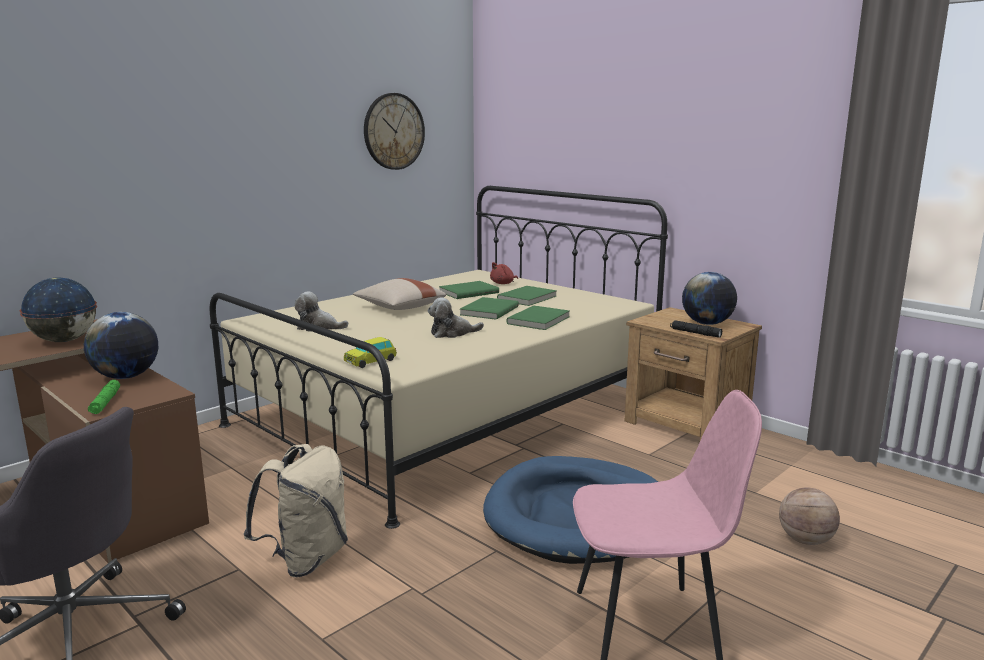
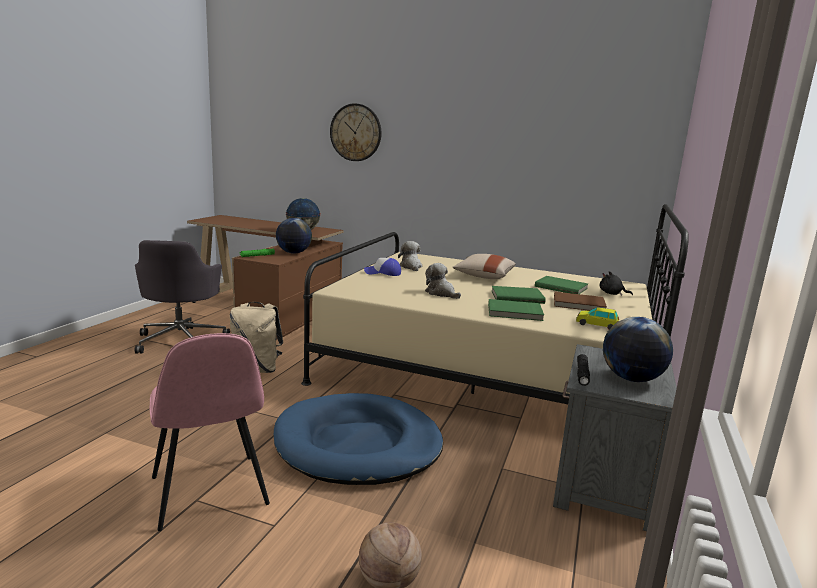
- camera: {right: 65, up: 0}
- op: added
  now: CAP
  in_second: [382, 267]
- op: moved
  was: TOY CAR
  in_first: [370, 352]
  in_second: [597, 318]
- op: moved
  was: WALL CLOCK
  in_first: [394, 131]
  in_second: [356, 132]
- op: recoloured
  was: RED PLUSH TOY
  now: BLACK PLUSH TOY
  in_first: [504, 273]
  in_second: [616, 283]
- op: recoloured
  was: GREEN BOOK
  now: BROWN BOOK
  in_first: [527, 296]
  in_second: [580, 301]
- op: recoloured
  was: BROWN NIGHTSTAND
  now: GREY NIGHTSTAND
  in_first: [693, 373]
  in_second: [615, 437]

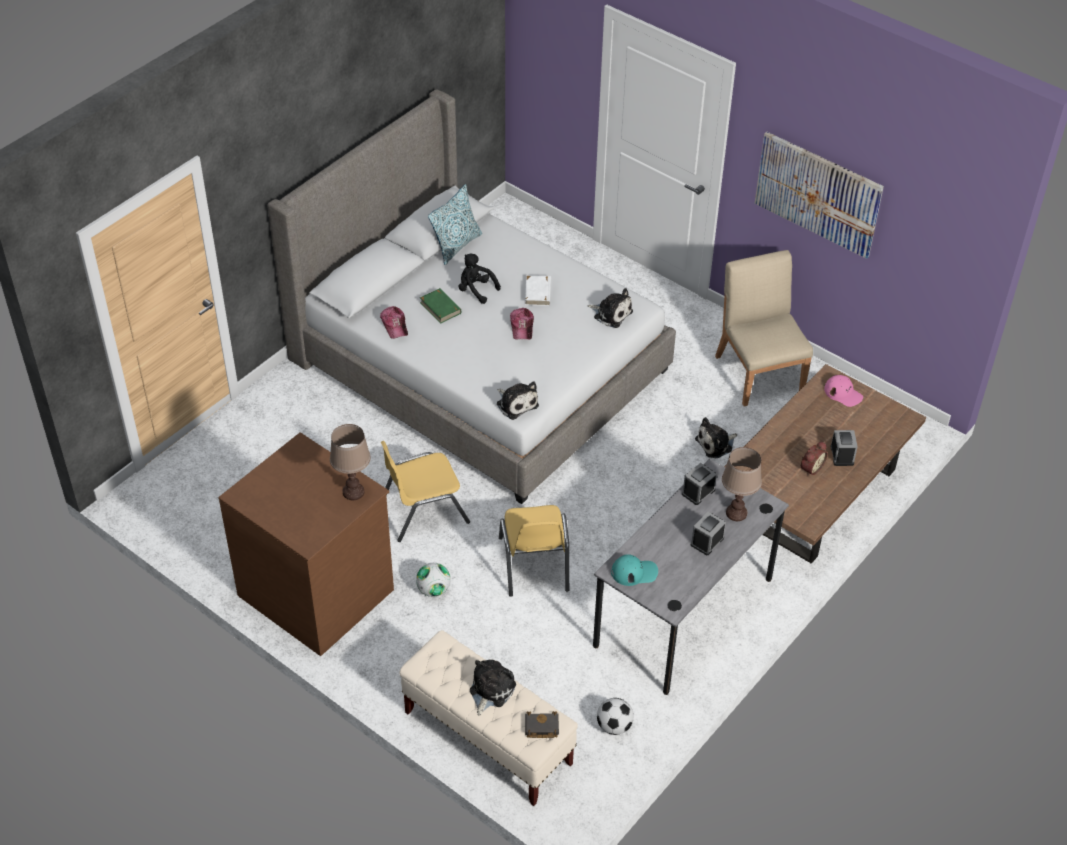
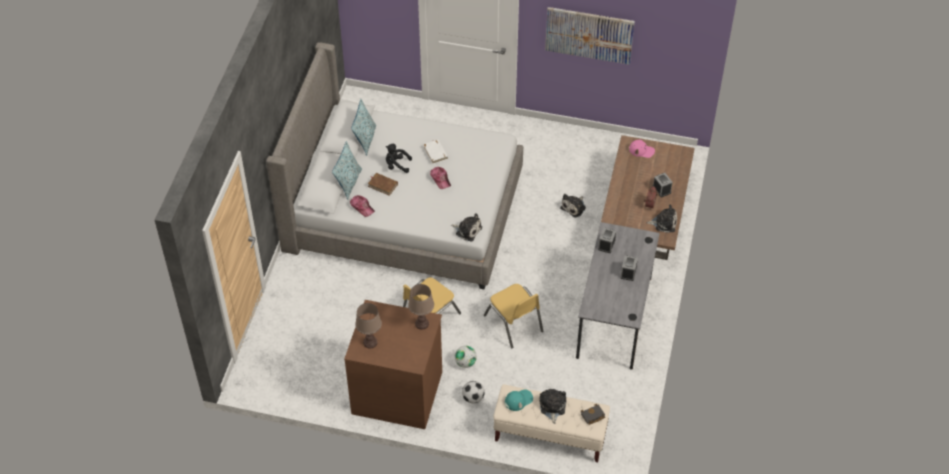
- camera: {right: -25, up: 5}
- op: removed
  was: BEIGE CHAIR
  in_first: [764, 328]
- op: added
  now: PILLOW
  in_second: [347, 170]
- op: moved
  was: PLUSH TOY
  in_first: [610, 308]
  in_second: [662, 218]
- op: moved
  was: FOOTBALL
  in_first: [615, 716]
  in_second: [473, 392]
- op: moved
  was: TURQUOISE CAP
  in_first: [634, 570]
  in_second: [519, 400]
- op: moved
  was: BROWN TABLE LAMP
  in_first: [742, 484]
  in_second: [368, 325]
- op: recoloured
  was: GREEN BOOK
  now: BROWN BOOK
  in_first: [440, 306]
  in_second: [383, 184]

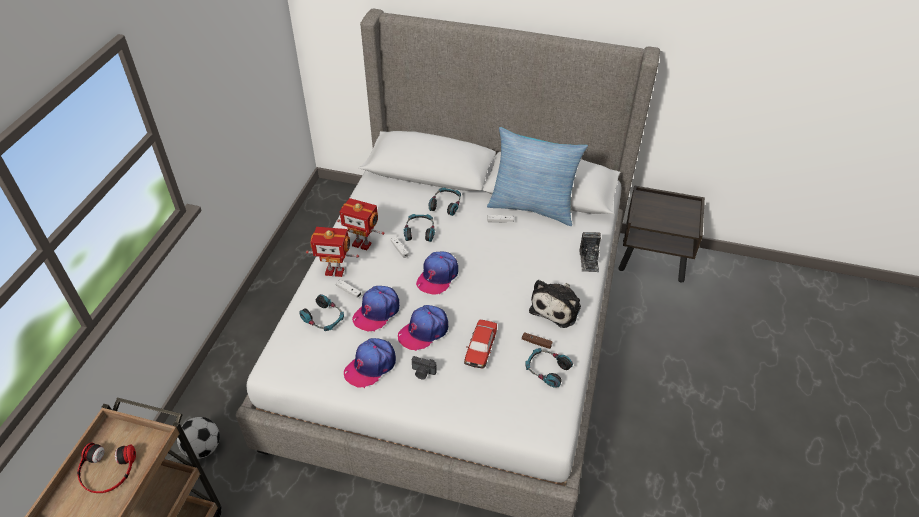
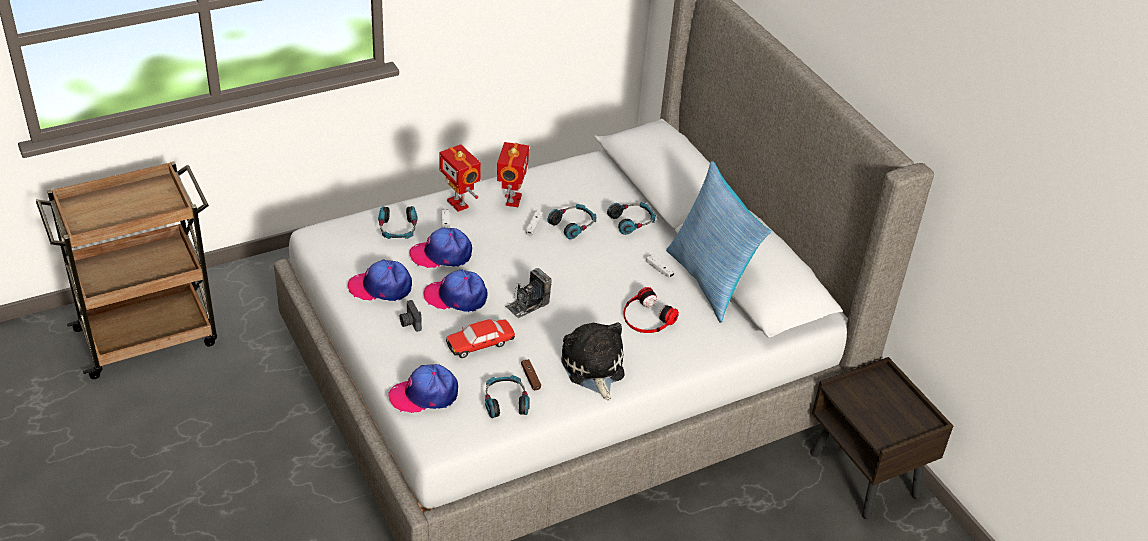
- camera: {right: 45, up: -5}
- op: removed
  was: FOOTBALL
  in_first: [198, 438]
- op: moved
  was: HEADPHONES
  in_first: [106, 467]
  in_second: [651, 310]
- op: moved
  was: CAP
  in_first: [437, 273]
  in_second: [423, 388]
- op: moved
  was: PHOTO CAMERA
  in_first: [590, 252]
  in_second: [528, 293]
- op: turned
  was: TOY ROBOT
  in_first: [361, 224]
  in_second: [513, 174]
  clockwise: -150
- op: turned
  was: PLUSH TOY
  in_first: [555, 304]
  in_second: [593, 361]
  clockwise: 90

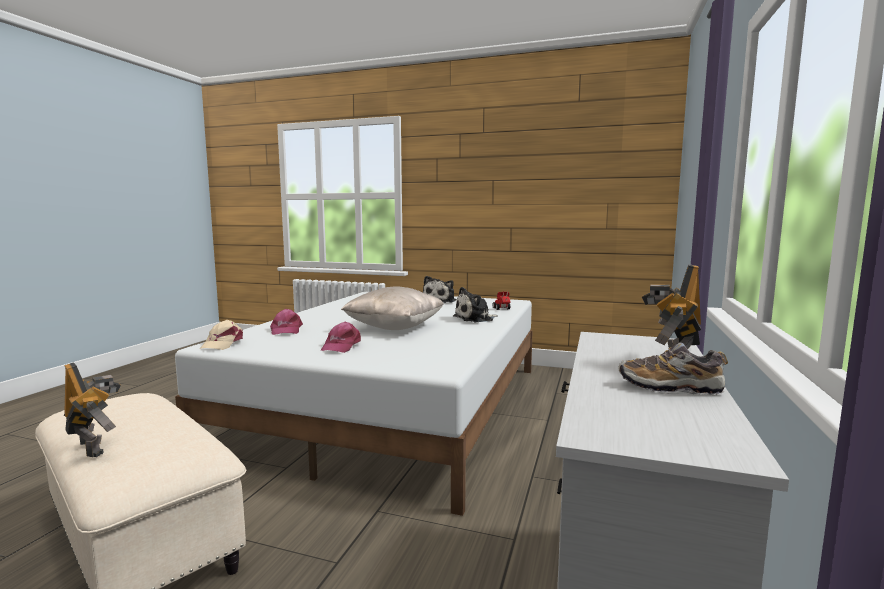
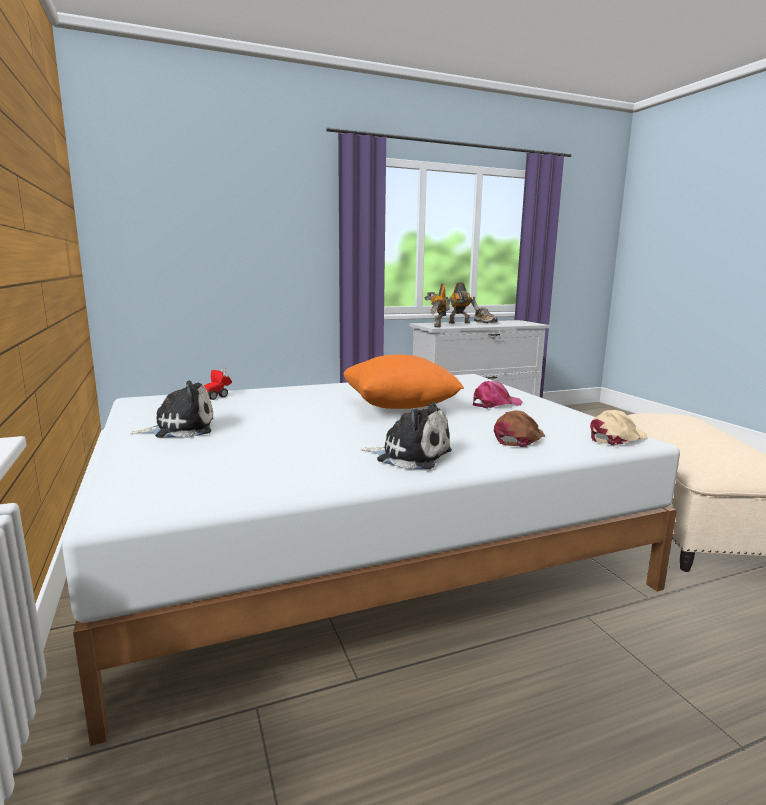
- camera: {right: -130, up: 5}
- op: moved
  was: TOY ROBOT
  in_first: [92, 409]
  in_second: [435, 305]
- op: moved
  was: PLUSH TOY
  in_first: [475, 304]
  in_second: [406, 435]
- op: recoloured
  was: PINK CAP
  now: BROWN CAP
  in_first: [286, 322]
  in_second: [519, 428]
- op: recoloured
  was: BEIGE PILLOW
  now: ORANGE PILLOW
  in_first: [392, 308]
  in_second: [404, 381]

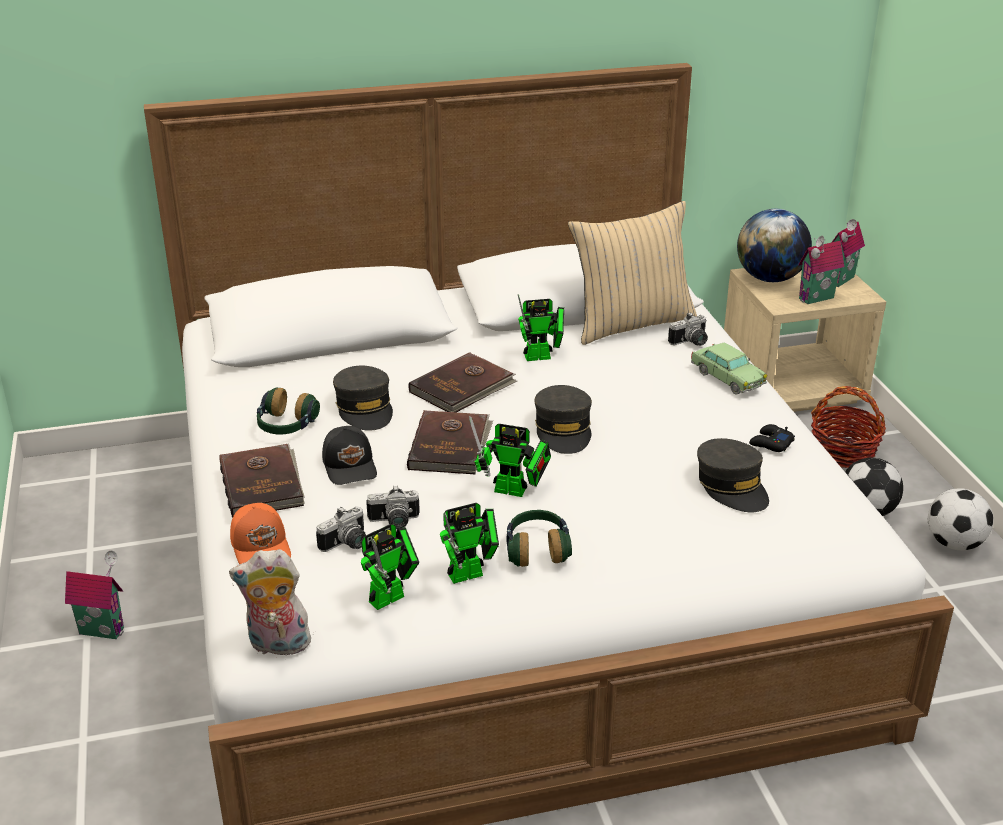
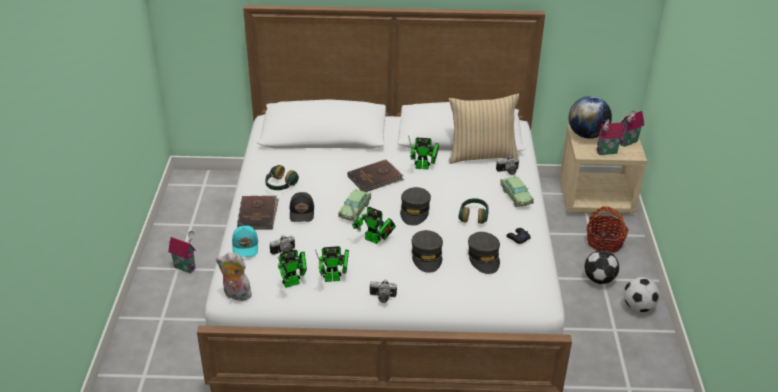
- camera: {right: 15, up: 5}
- op: moved
  was: GREY CAP
  in_first: [363, 398]
  in_second: [427, 251]
- op: moved
  was: PHOTO CAMERA
  in_first: [393, 507]
  in_second: [383, 291]
- op: moved
  was: HEADPHONES
  in_first: [539, 538]
  in_second: [473, 211]
- op: replaced
  was: BROWN BOOK
  now: TOY CAR
  in_first: [450, 442]
  in_second: [354, 205]
- op: recoloured
  was: ORANGE CAP
  now: TURQUOISE CAP
  in_first: [260, 533]
  in_second: [245, 241]

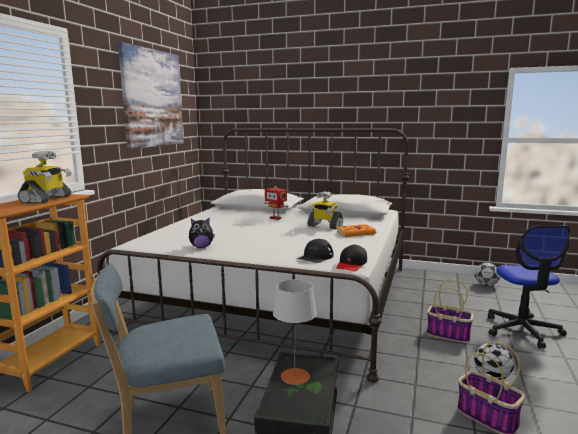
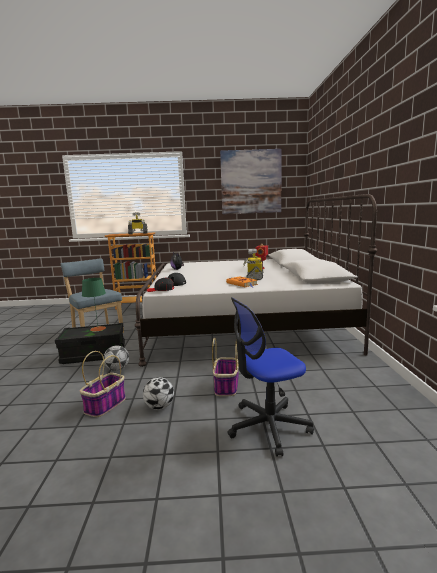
- camera: {right: 70, up: 0}
- op: moved
  was: FOOTBALL
  in_first: [487, 274]
  in_second: [116, 358]
- op: recoloured
  was: GREY TABLE LAMP
  now: GREEN TABLE LAMP
  in_first: [295, 332]
  in_second: [94, 305]

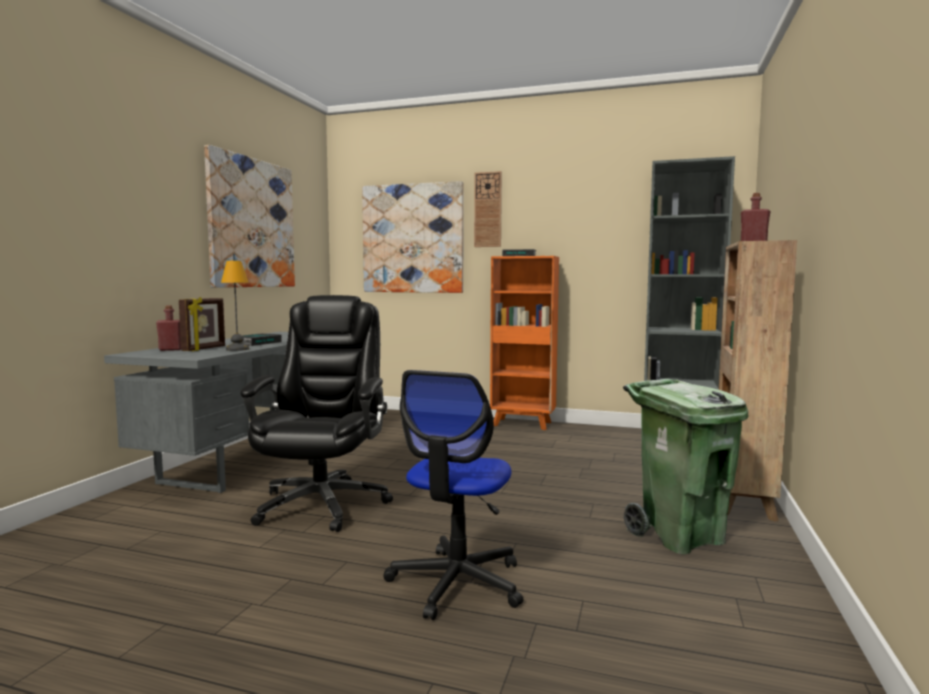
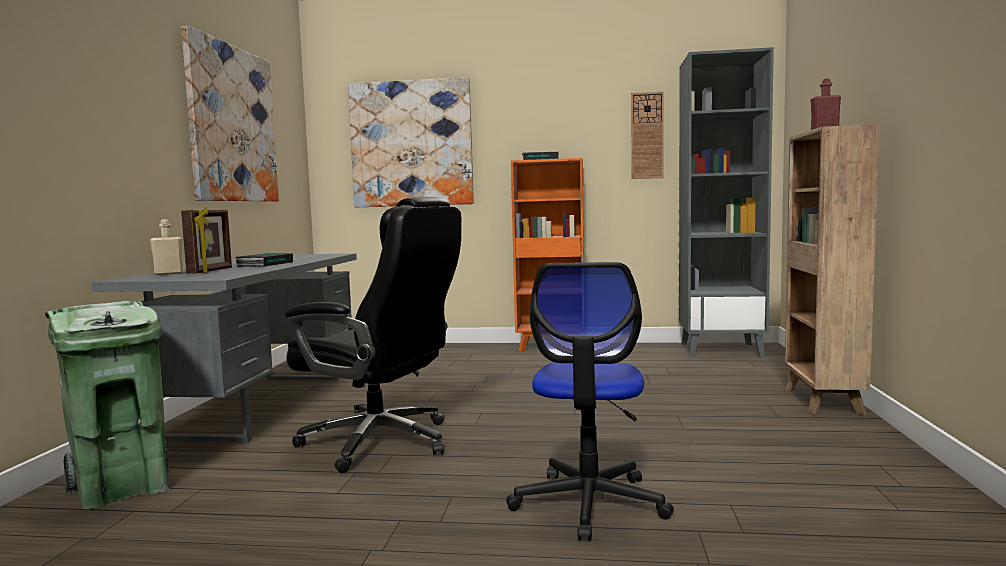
- camera: {right: -10, up: 0}
- op: removed
  was: TABLE LAMP
  in_first: [235, 306]
- op: moved
  was: WALL CLOCK
  in_first: [488, 209]
  in_second: [647, 135]
- op: moved
  was: GREEN TRASH CAN
  in_first: [685, 466]
  in_second: [107, 405]
- op: recoloured
  was: RED BOTTLE
  now: BEIGE BOTTLE
  in_first: [168, 328]
  in_second: [166, 247]
- op: turned
  was: BLACK OFFICE CHAIR
  in_first: [316, 413]
  in_second: [373, 335]
  clockwise: 120

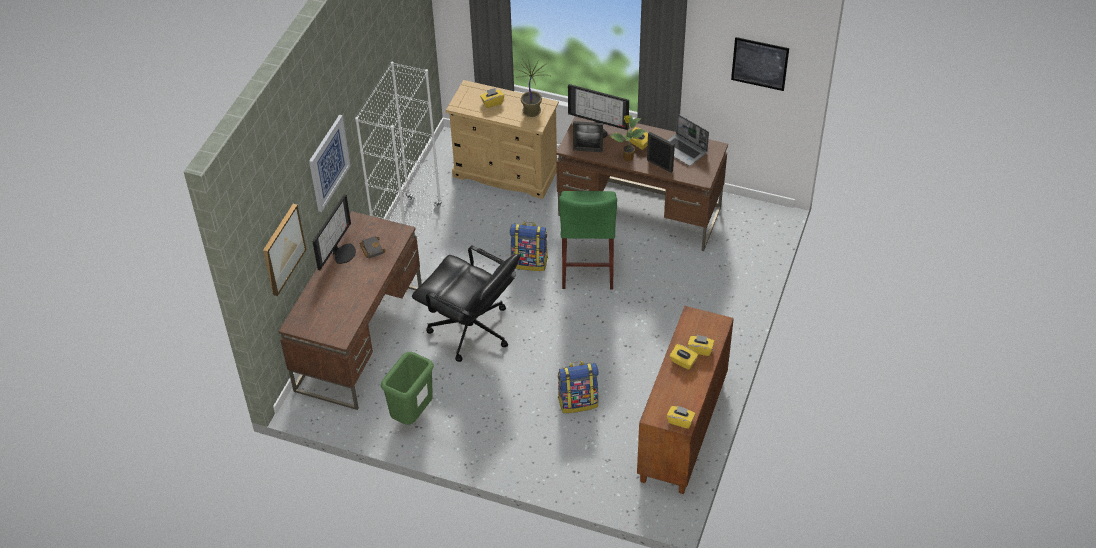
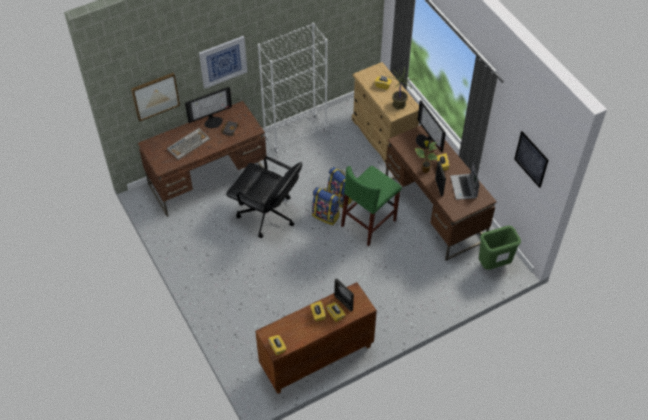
- camera: {right: 40, up: 5}
- op: added
  now: KEYBOARD
  in_second: [188, 144]
- op: moved
  was: GREEN TRASH CAN
  in_first: [407, 388]
  in_second: [500, 248]
- op: moved
  was: BACKPACK
  in_first: [578, 387]
  in_second: [326, 206]
- op: moved
  was: PICTURE FRAME
  in_first: [588, 136]
  in_second: [344, 295]
- op: turned
  was: BLACK OFFICE CHAIR
  in_first: [466, 303]
  in_second: [264, 197]
  clockwise: -45

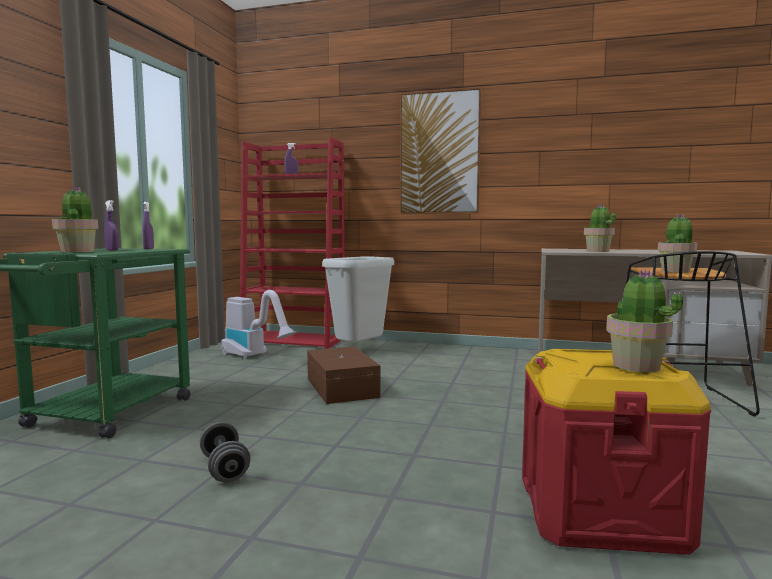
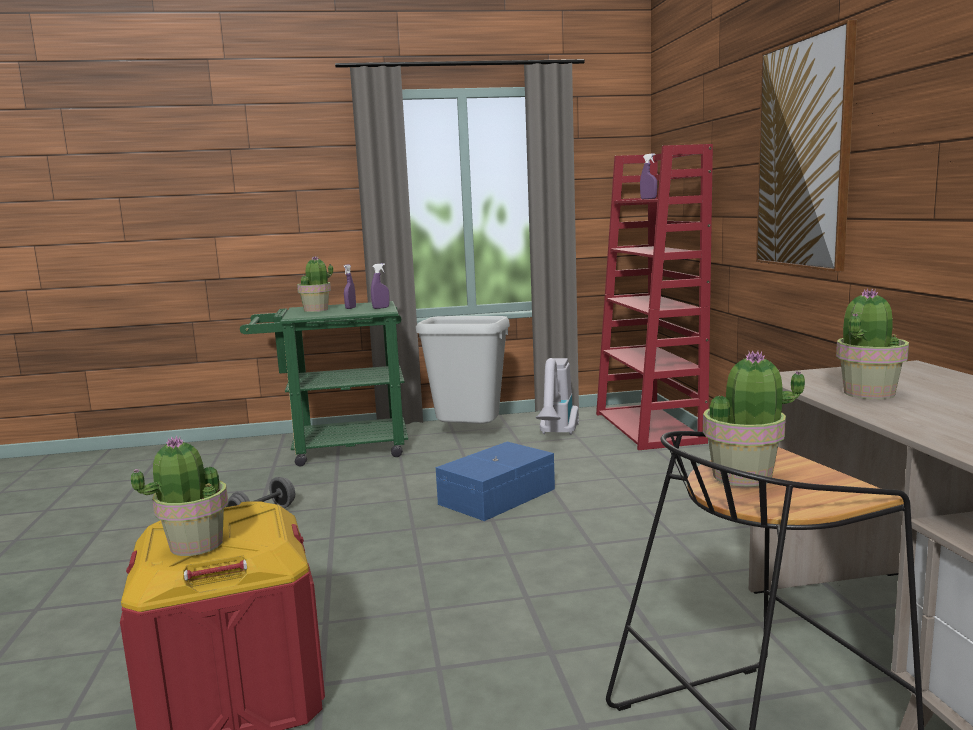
- camera: {right: 65, up: 5}
- op: moved
  was: GREY TRASH CAN
  in_first: [358, 299]
  in_second: [463, 370]
- op: recoloured
  was: BROWN STORAGE BOX
  now: BLUE STORAGE BOX
  in_first: [343, 375]
  in_second: [495, 481]

